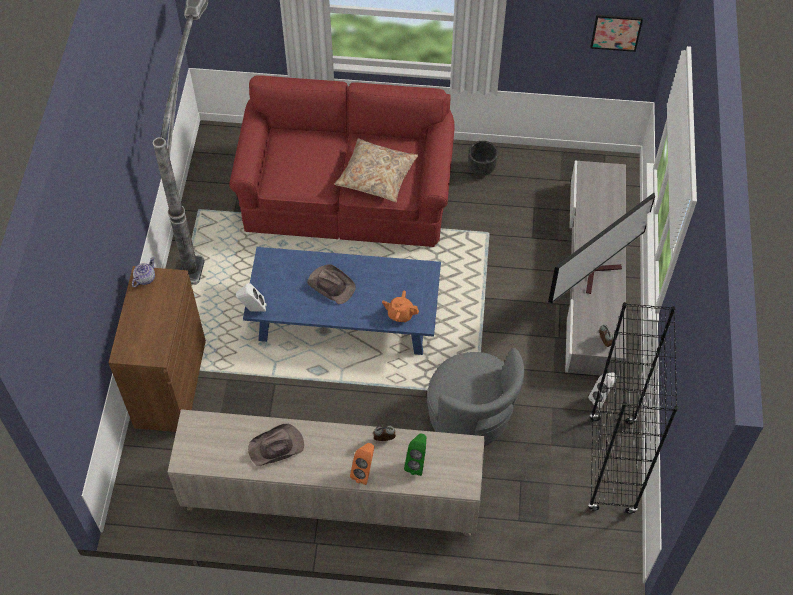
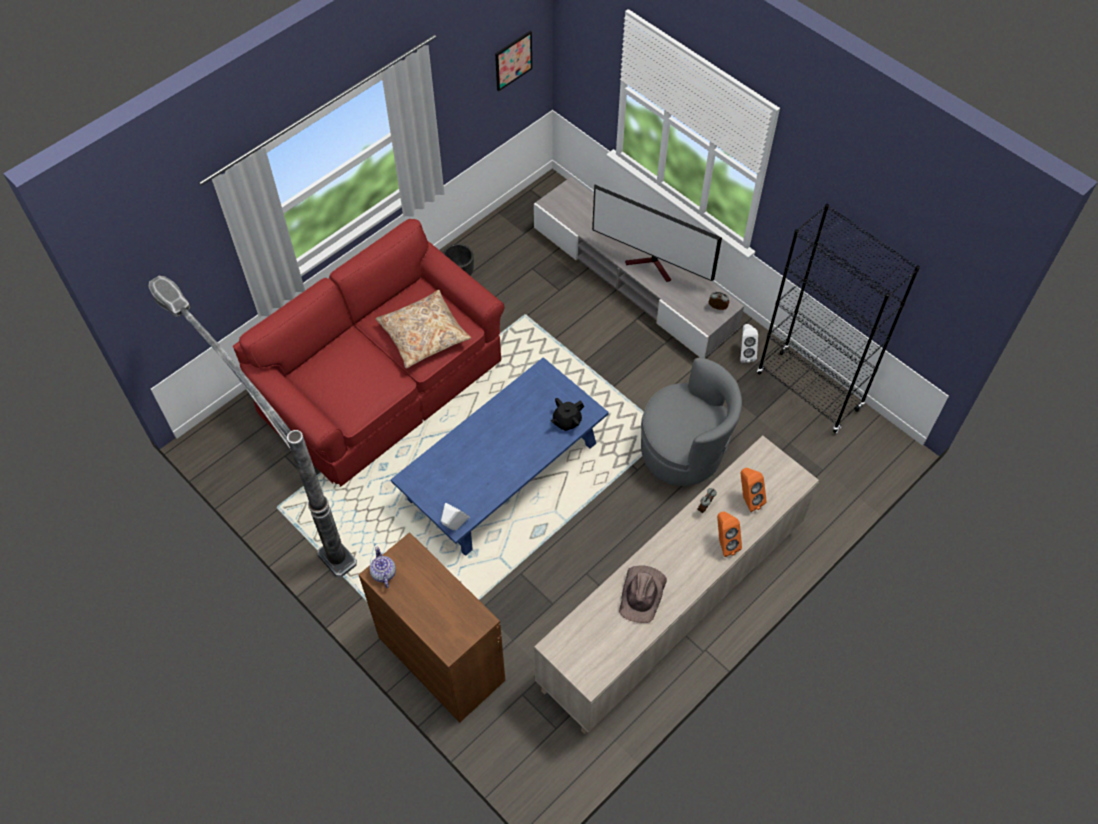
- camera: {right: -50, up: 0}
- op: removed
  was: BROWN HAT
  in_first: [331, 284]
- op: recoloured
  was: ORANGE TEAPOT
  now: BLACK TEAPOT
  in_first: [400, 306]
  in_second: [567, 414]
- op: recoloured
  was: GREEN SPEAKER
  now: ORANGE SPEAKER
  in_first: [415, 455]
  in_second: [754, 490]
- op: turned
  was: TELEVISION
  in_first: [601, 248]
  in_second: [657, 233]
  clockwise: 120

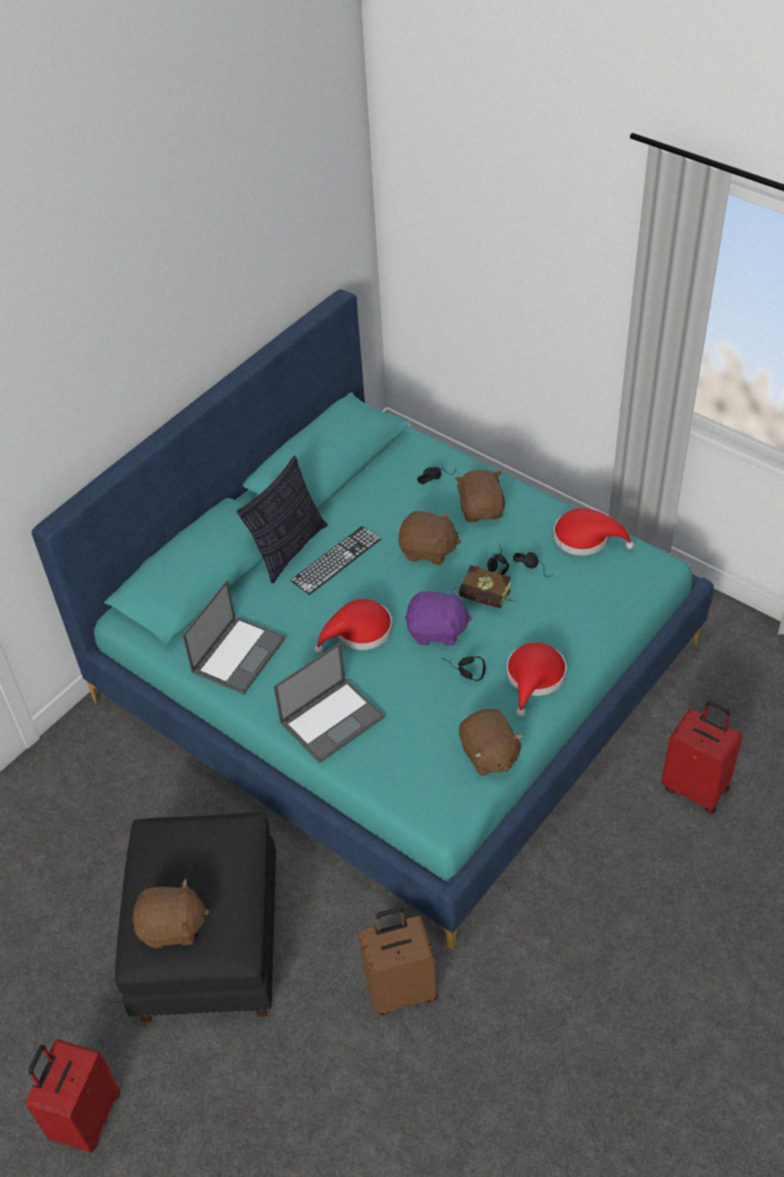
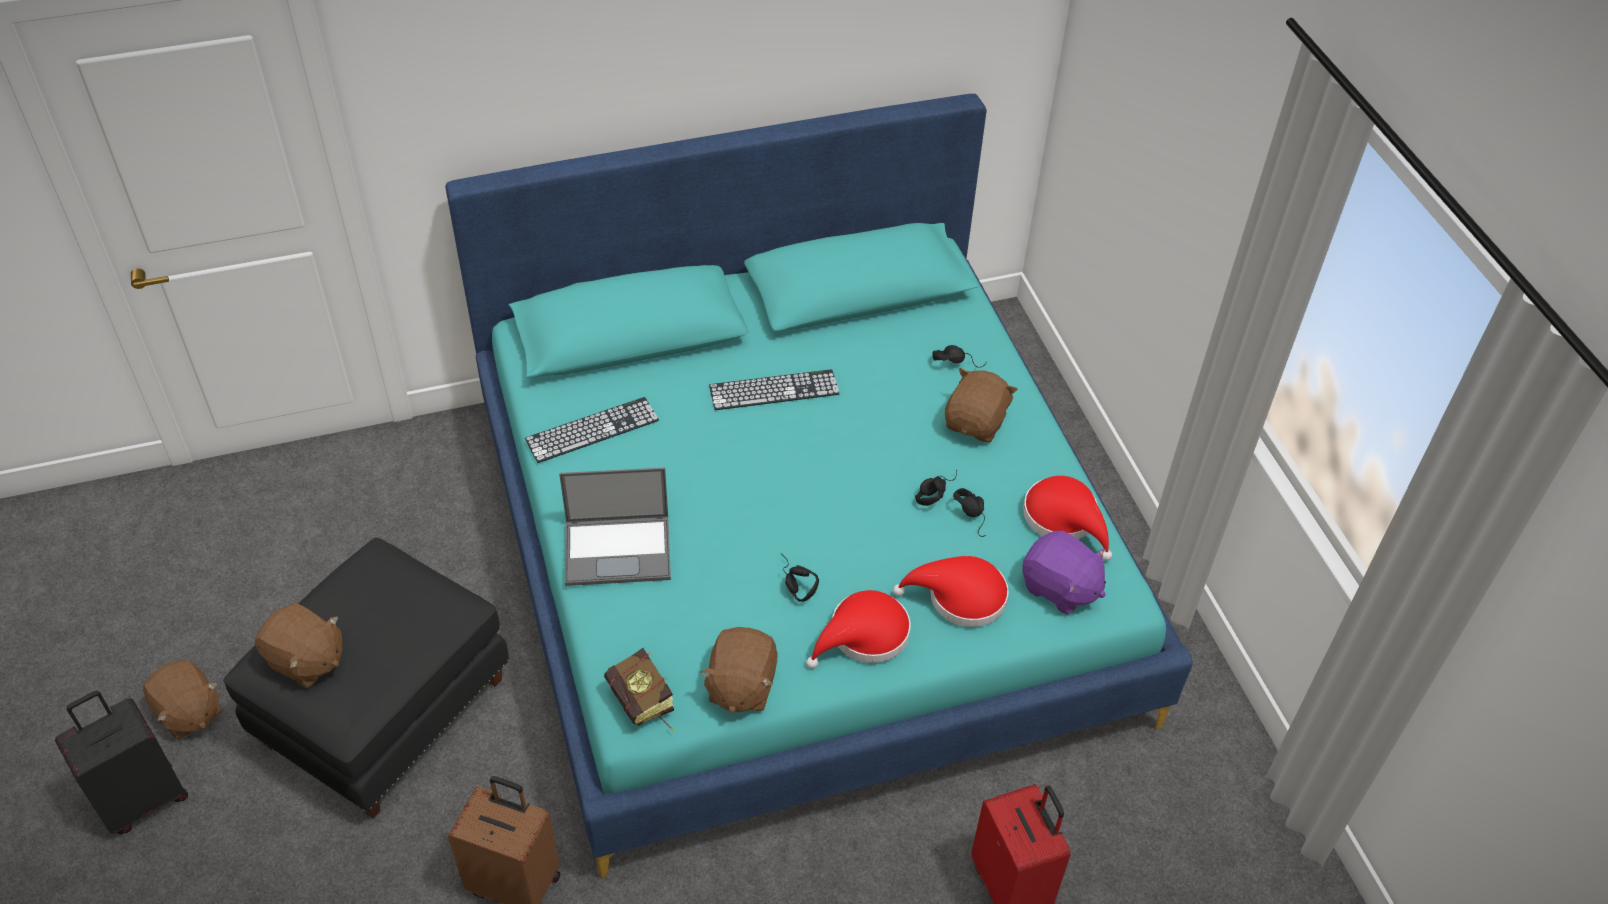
- camera: {right: 30, up: 0}
- op: removed
  was: PILLOW
  in_first: [282, 519]
- op: moved
  was: RED HAT
  in_first: [353, 626]
  in_second: [951, 591]
- op: moved
  was: BROWN PLUSH TOY
  in_first: [429, 538]
  in_second: [182, 699]
- op: moved
  was: PURPLE PLUSH TOY
  in_first: [438, 617]
  in_second: [1064, 573]
- op: moved
  was: BOOK
  in_first: [489, 586]
  in_second: [639, 690]
- op: replaced
  was: LAPTOP
  now: KEYBOARD
  in_first: [234, 637]
  in_second: [592, 430]
- op: recoloured
  was: RED SUITCASE
  now: BLACK SUITCASE
  in_first: [73, 1095]
  in_second: [121, 762]

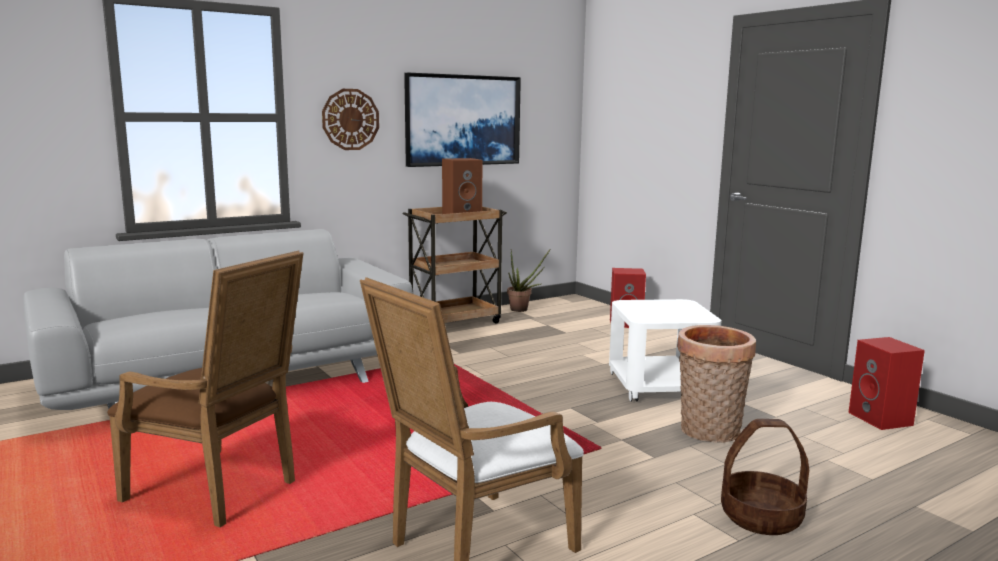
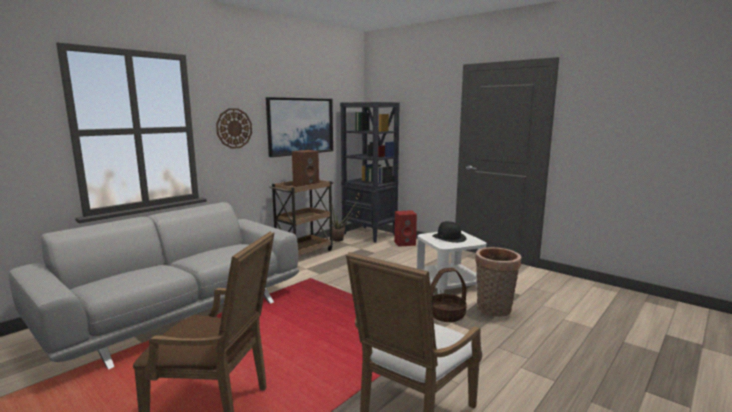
- camera: {right: -15, up: 0}
- op: removed
  was: RED SPEAKER
  in_first: [886, 383]
- op: added
  now: BLACK BOOKCASE
  in_second: [370, 172]
- op: added
  now: BLACK HAT
  in_second: [449, 232]
- op: moved
  was: BASKET
  in_first: [765, 477]
  in_second: [448, 295]

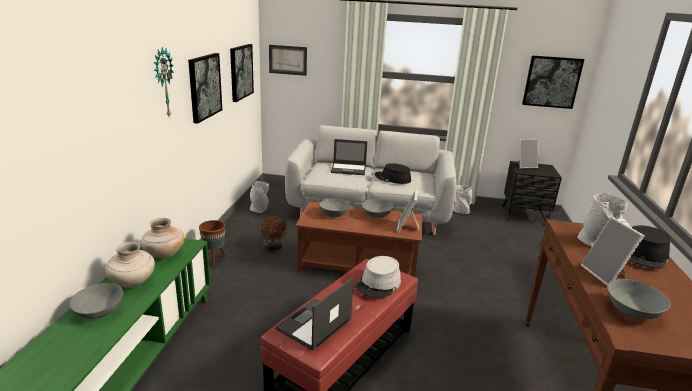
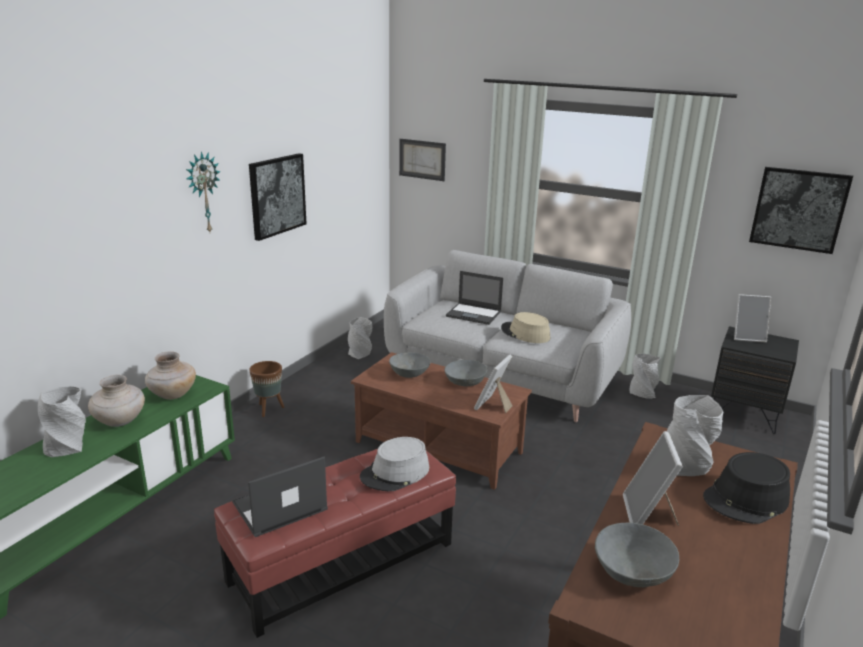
- camera: {right: 20, up: 0}
- op: removed
  was: PICTURE
  in_first: [242, 73]
- op: removed
  was: BROWN FAN
  in_first: [274, 233]
- op: replaced
  was: GREY BOWL
  now: GREY VASE
  in_first: [96, 301]
  in_second: [62, 422]
- op: recoloured
  was: BLACK HAT
  now: BEIGE HAT
  in_first: [393, 173]
  in_second: [525, 327]

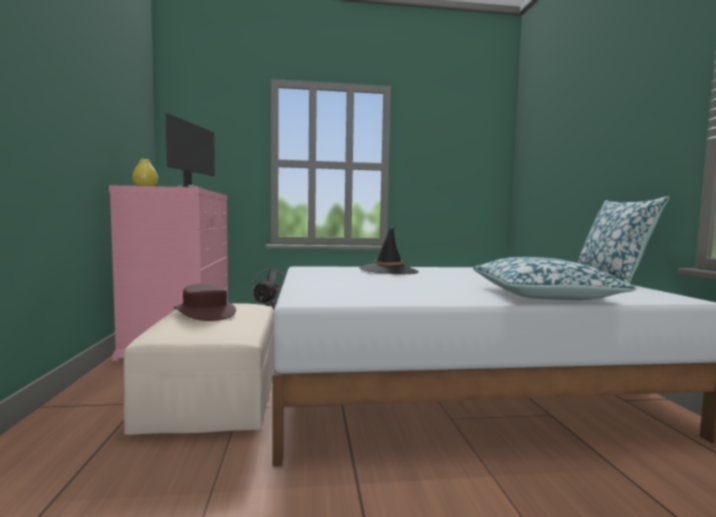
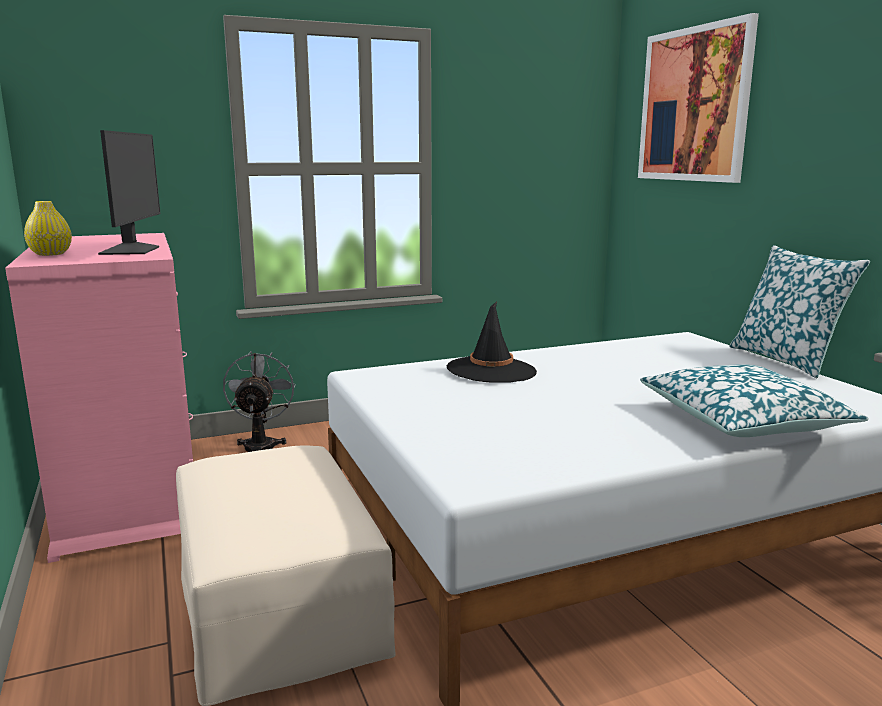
- camera: {right: -15, up: 10}
- op: removed
  was: BROWN HAT
  in_first: [204, 302]
- op: added
  now: PICTURE
  in_second: [698, 98]

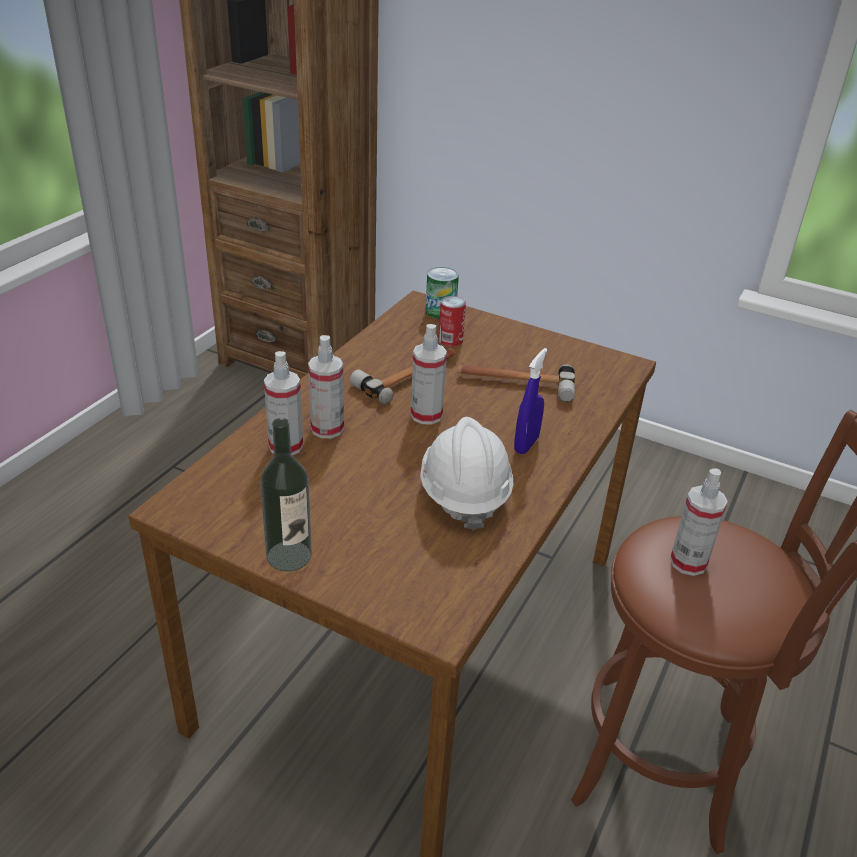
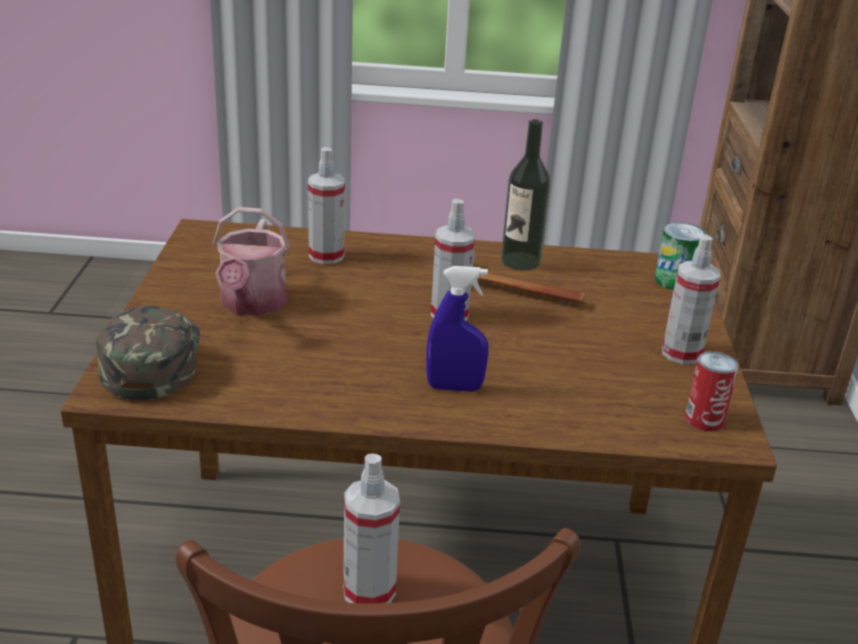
- camera: {right: 65, up: -5}
- op: removed
  was: WHITE HARD HAT
  in_first: [467, 473]
- op: removed
  was: HAMMER
  in_first: [516, 383]
- op: added
  now: GREEN CAP
  in_second: [148, 352]
- op: added
  now: WATERING CAN
  in_second: [251, 261]
- op: moved
  was: BOTTLE
  in_first: [286, 495]
  in_second: [525, 194]
- op: moved
  was: SPRAY BOTTLE
  in_first: [326, 386]
  in_second: [691, 299]
- op: moved
  was: CAN
  in_first: [452, 321]
  in_second: [712, 391]

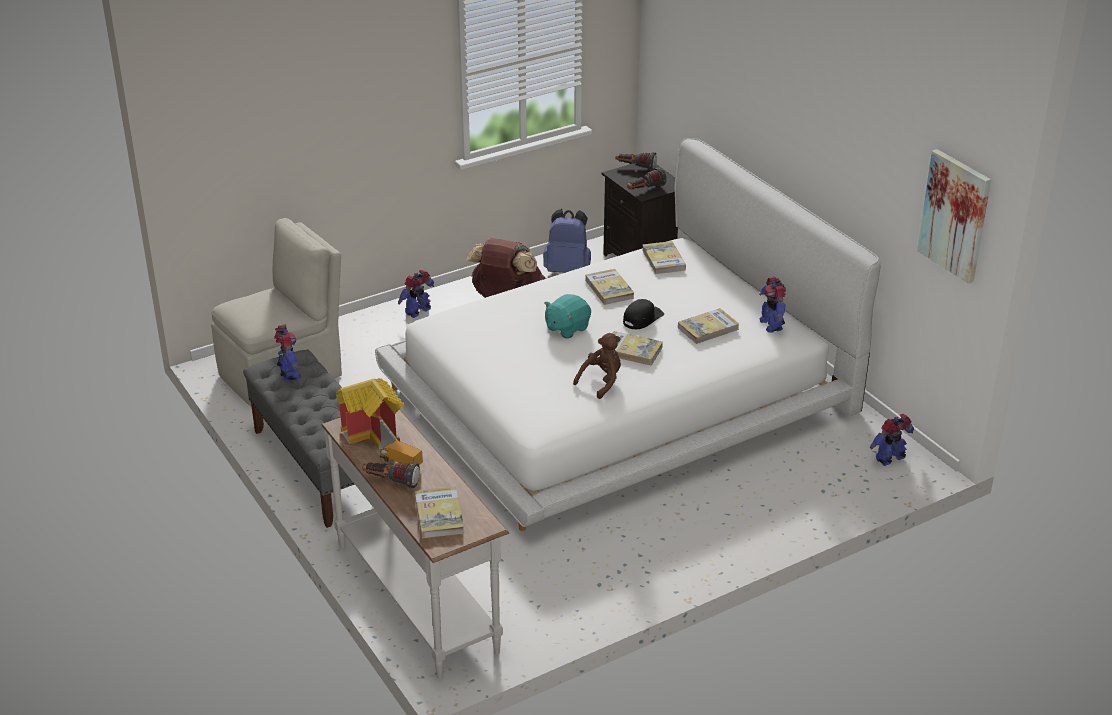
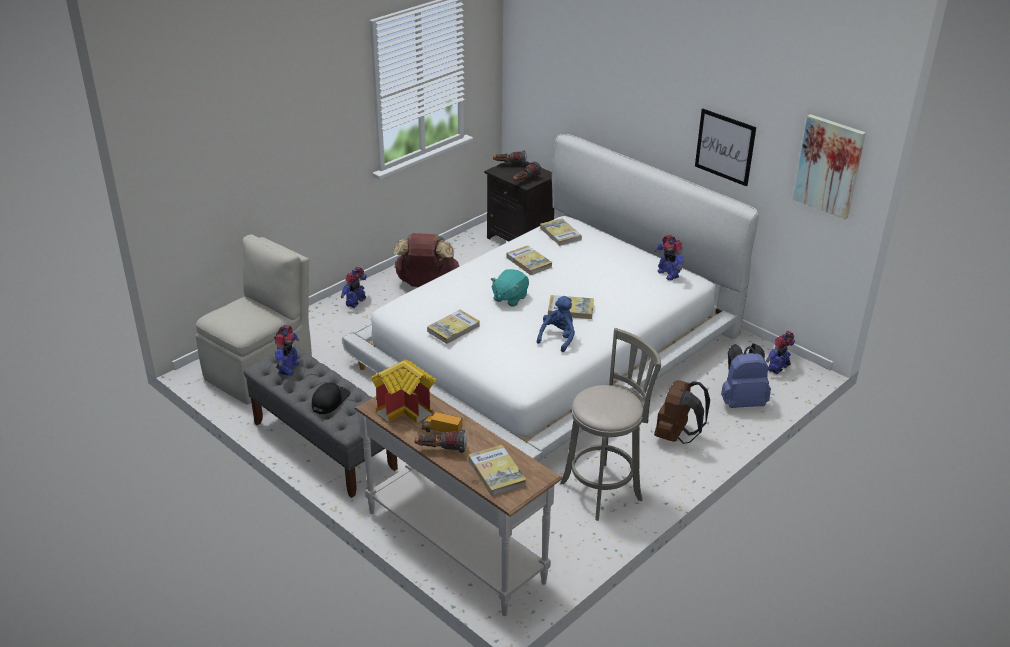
- camera: {right: -15, up: 0}
- op: added
  now: GREY STOOL
  in_second: [610, 424]
- op: added
  now: BROWN BACKPACK
  in_second: [682, 412]
- op: added
  now: PICTURE
  in_second: [725, 148]
- op: moved
  was: BLUE BACKPACK
  in_first: [567, 241]
  in_second: [746, 375]
- op: moved
  was: BLACK CAP
  in_first: [643, 314]
  in_second: [331, 398]
- op: moved
  was: BOOK
  in_first: [708, 326]
  in_second: [453, 327]
- op: recoloured
  was: BROWN PLUSH TOY
  now: BLUE PLUSH TOY
  in_first: [597, 366]
  in_second: [556, 324]
- op: turned
  was: TOY ROBOT
  in_first: [287, 353]
  in_second: [287, 350]
  clockwise: 45

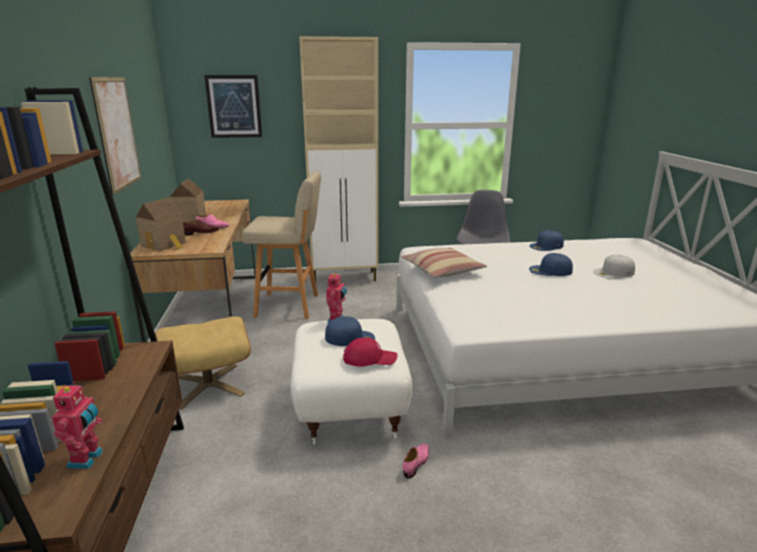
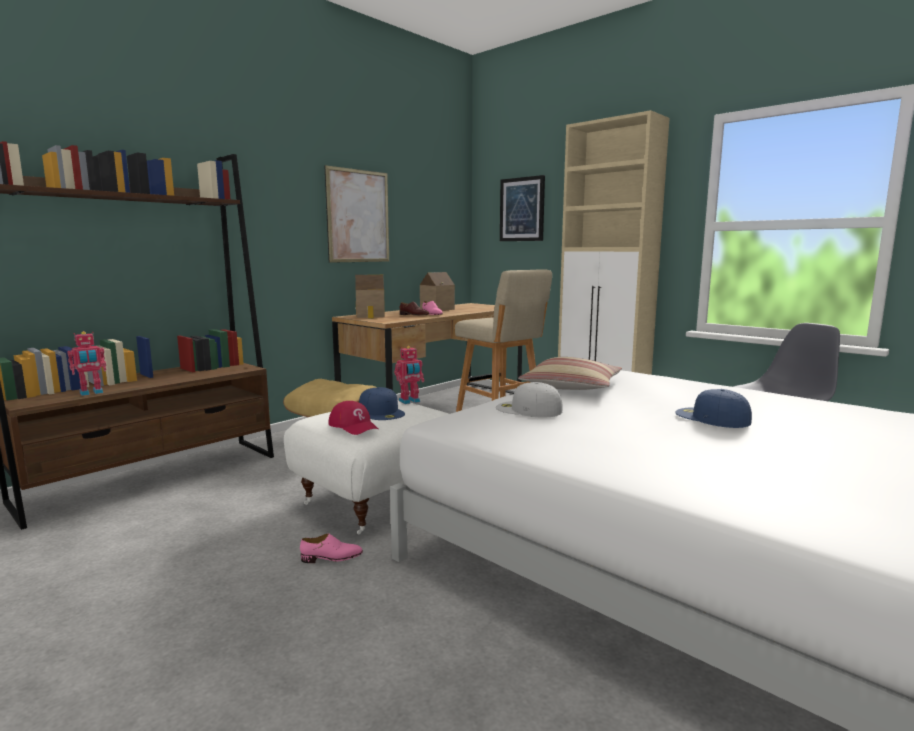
- camera: {right: 50, up: -10}
- op: removed
  was: BLUE CAP
  in_first: [546, 240]
- op: moved
  was: WHITE CAP
  in_first: [614, 267]
  in_second: [529, 400]

